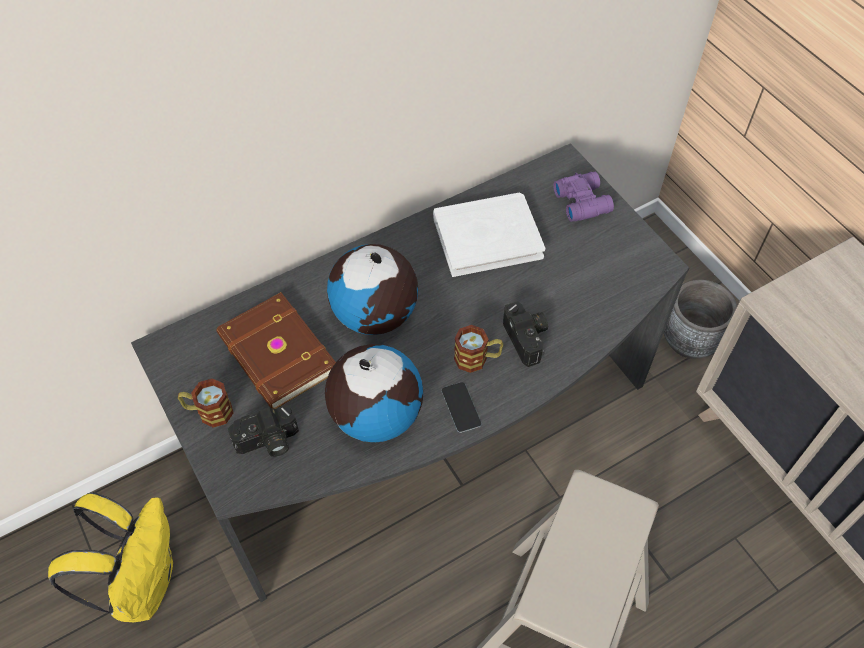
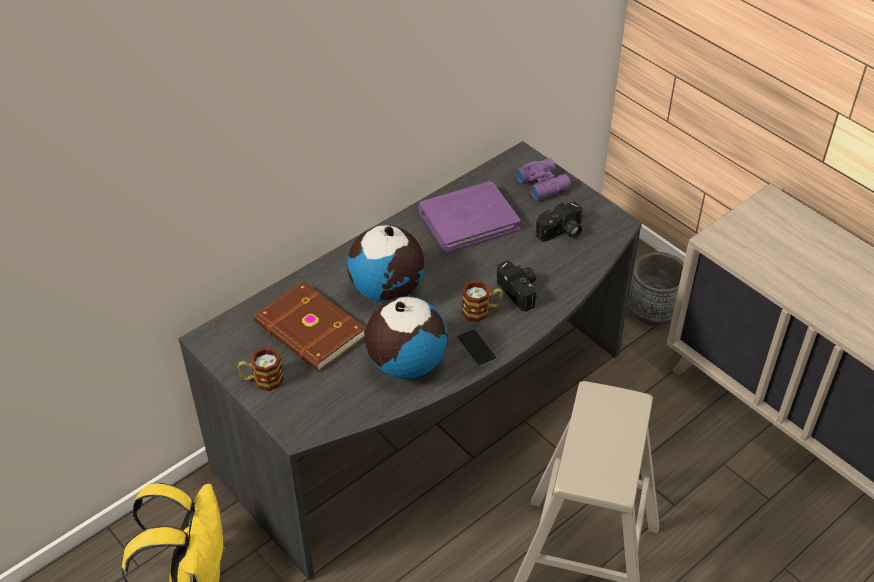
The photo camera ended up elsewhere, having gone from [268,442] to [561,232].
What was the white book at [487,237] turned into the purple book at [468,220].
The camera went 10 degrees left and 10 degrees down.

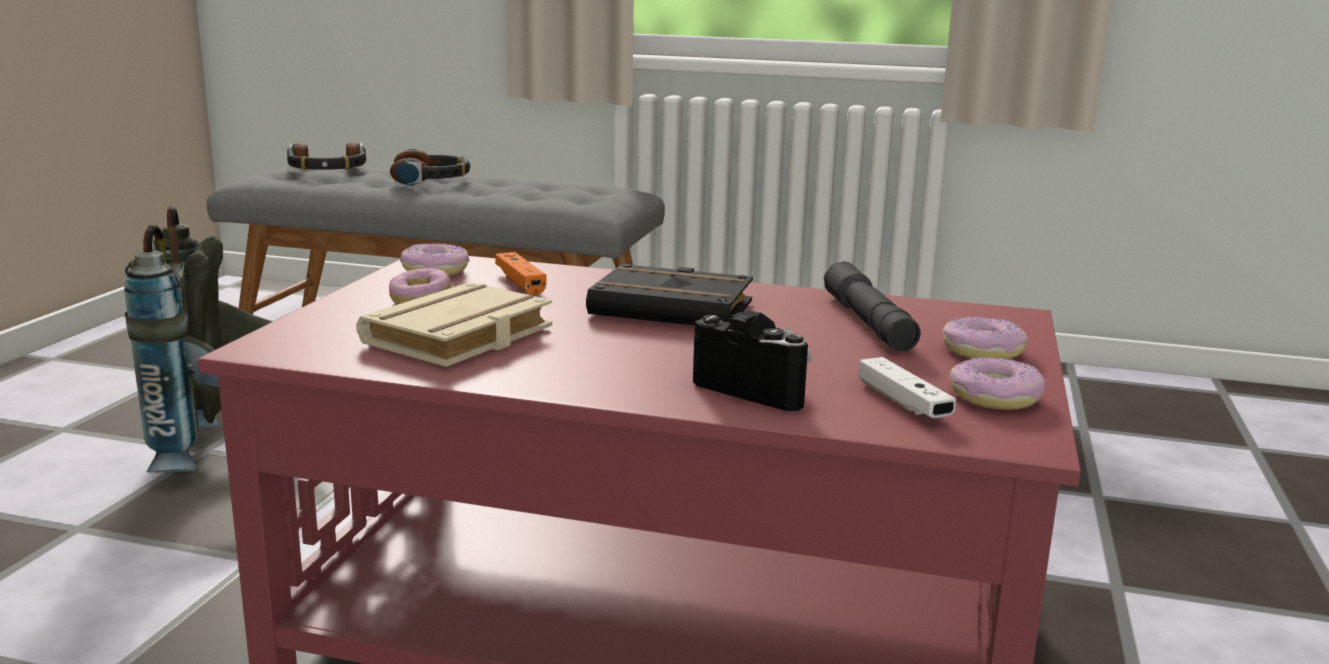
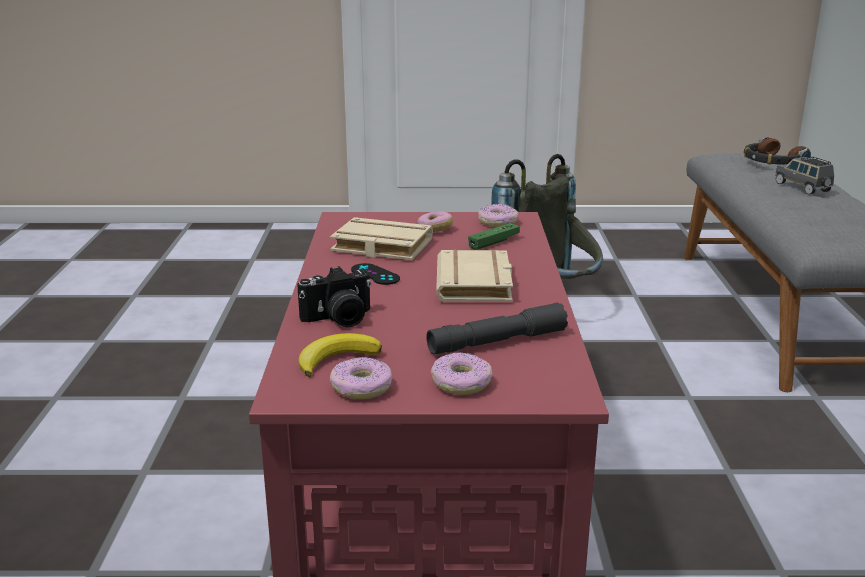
The second view gained the black game controller at [375,274].
Where the headphones stood at [431,179], the grey toy car came to stand at [802,187].
Where the white game controller stood at [903,403], the banana came to stand at [336,359].
What was the orange game controller at [520,282] turned into the green game controller at [494,242].
What was the black book at [676,309] turned into the beige book at [477,285].
The photo camera at [758,389] ended up facing another way, 45 degrees clockwise from before.
The camera went 75 degrees right and 5 degrees up.

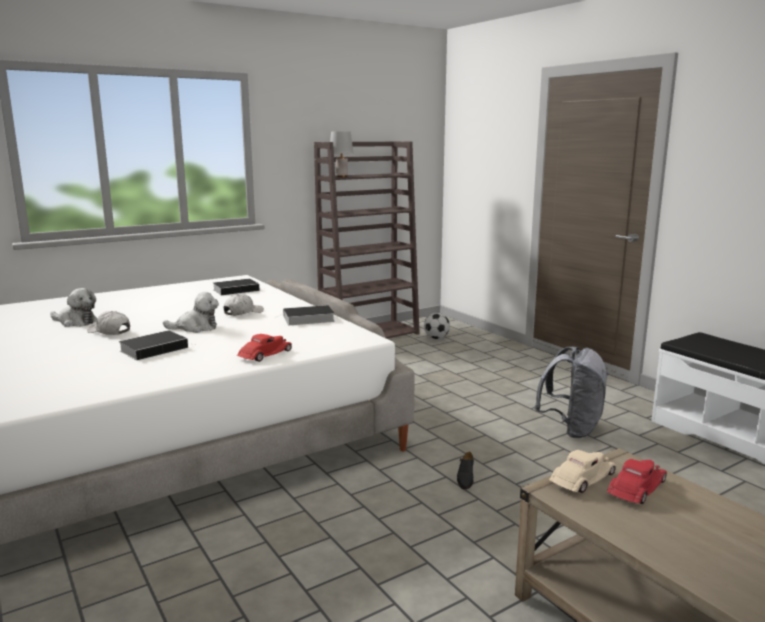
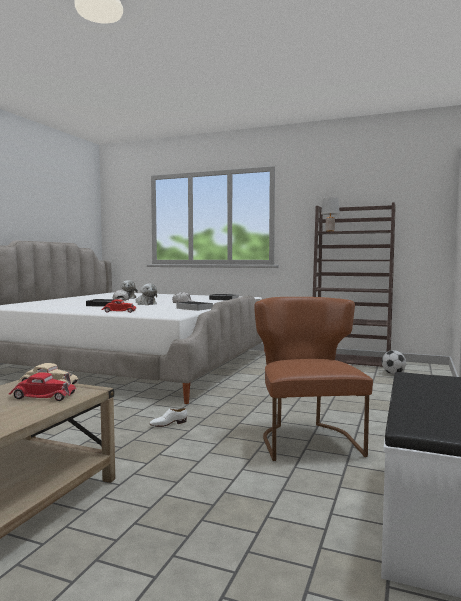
Where the grey backpack stood at [571,429], the brown chair came to stand at [307,438].
What was the black shoe at [465,478] turned into the white shoe at [168,424].
The camera went 55 degrees right and 10 degrees down.

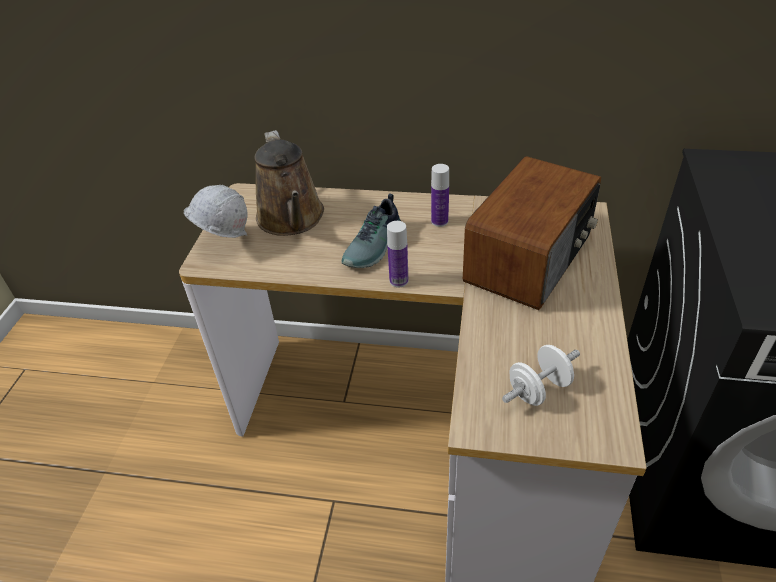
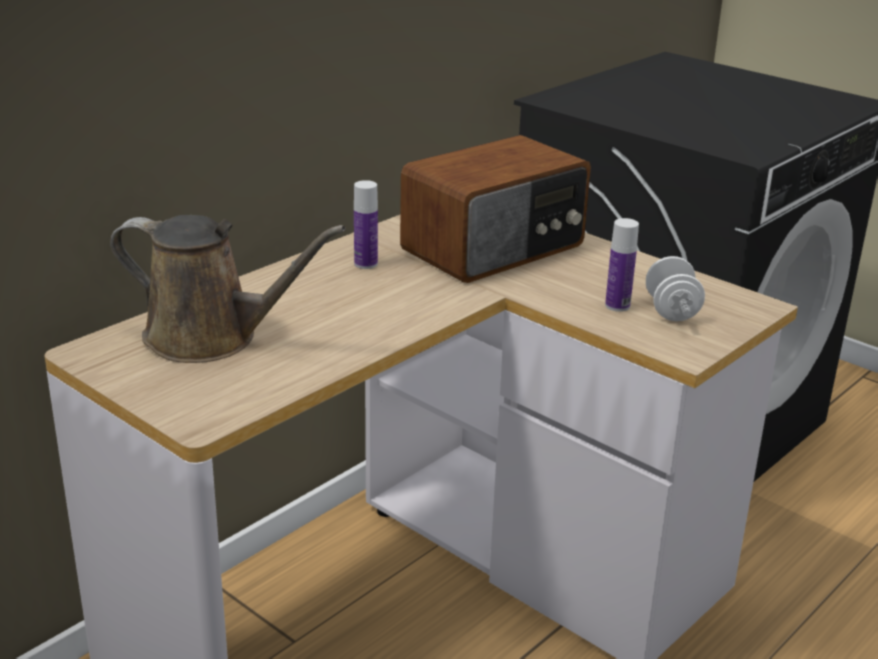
The second view lost the white hard hat at [224,243].
The second view lost the shoe at [375,246].
The bottle ended up elsewhere, having gone from [399,281] to [617,306].
The radio at [530,259] ended up facing another way, 75 degrees clockwise from before.
The camera went 60 degrees left and 15 degrees down.

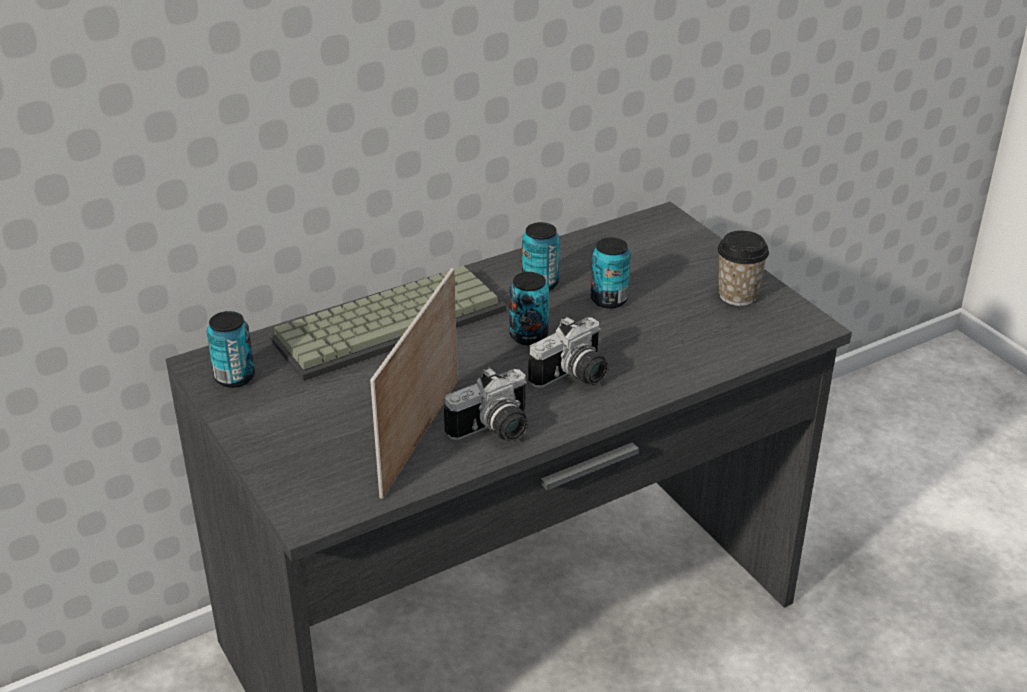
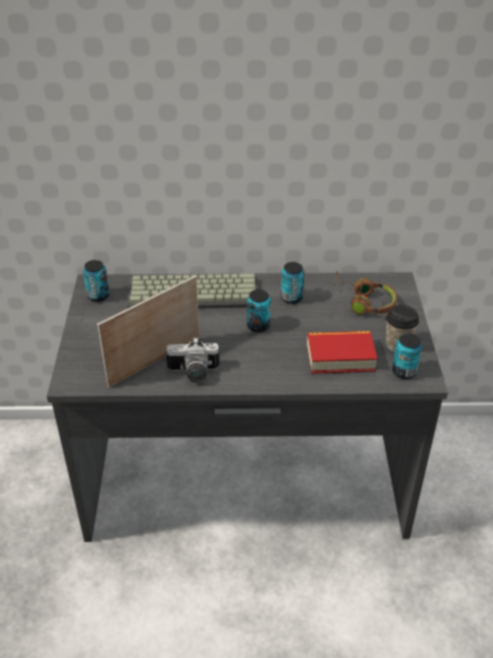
The second view lost the photo camera at [574,377].
The second view gained the book at [340,357].
The second view gained the brown headphones at [363,301].
The can ended up elsewhere, having gone from [609,299] to [404,371].
The camera went 30 degrees right and 5 degrees up.

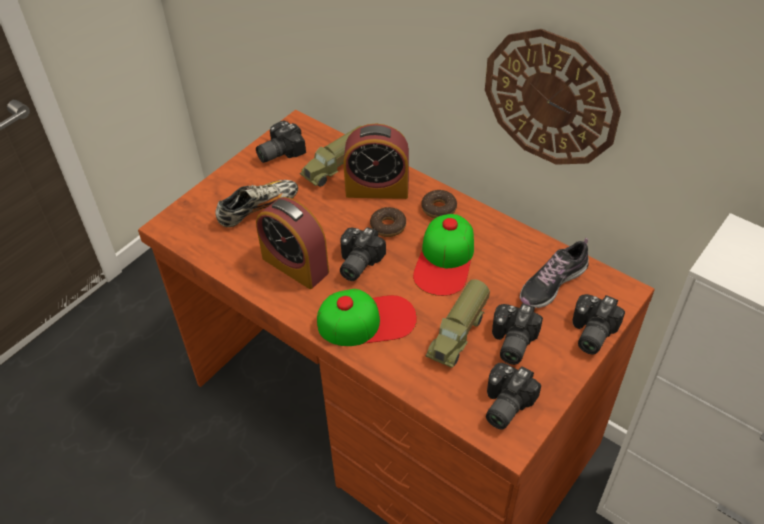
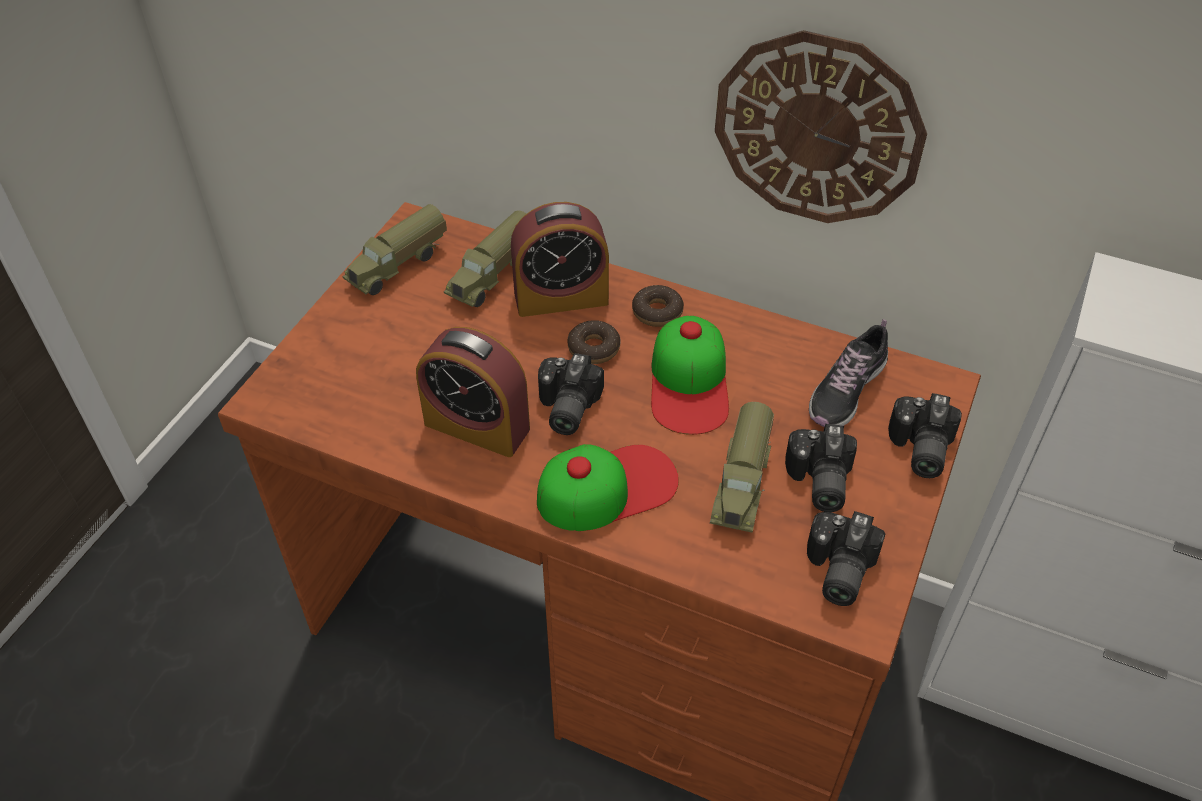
The second view lost the shoe at [258,210].
Where the photo camera stood at [278,152], the toy truck came to stand at [399,266].
The camera went 15 degrees left and 0 degrees up.

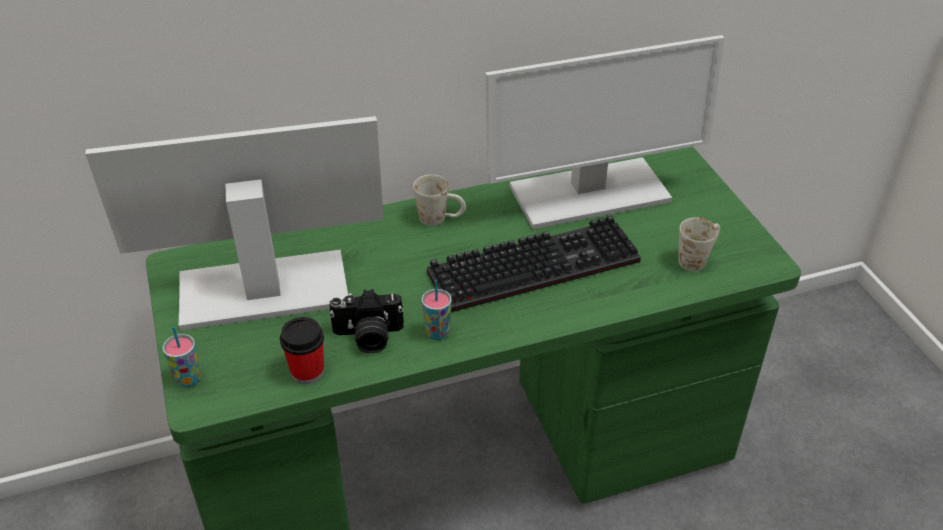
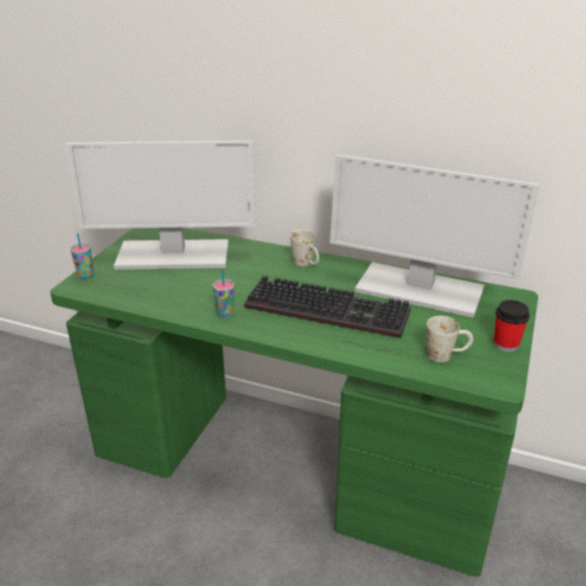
The second view lost the photo camera at [368,337].
The cup ended up elsewhere, having gone from [307,372] to [506,344].
The monitor at [265,290] ended up facing another way, 150 degrees clockwise from before.
The camera went 40 degrees right and 10 degrees down.

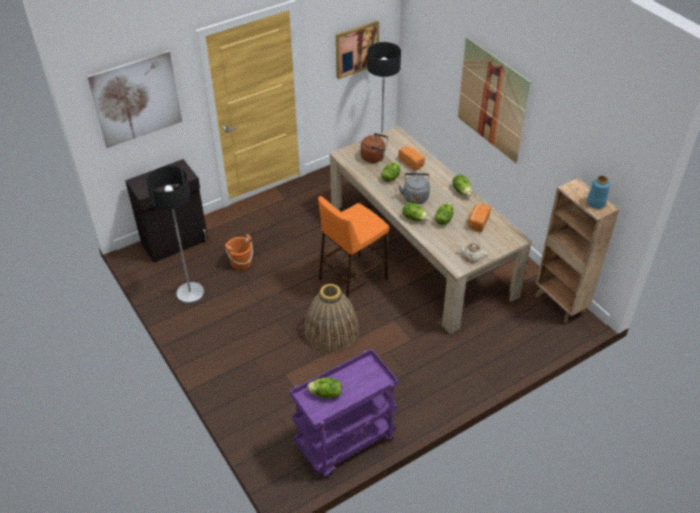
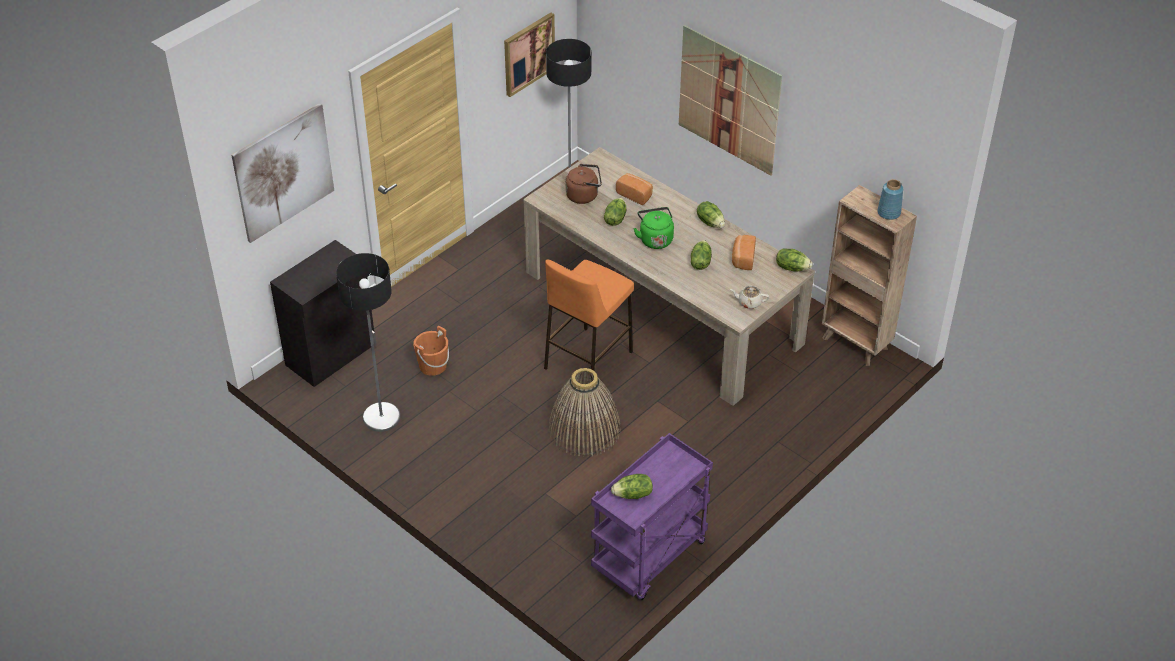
The lettuce ended up elsewhere, having gone from [414,218] to [792,267].
What was the grey kettle at [415,196] turned into the green kettle at [655,239].
The camera went 15 degrees left and 0 degrees up.

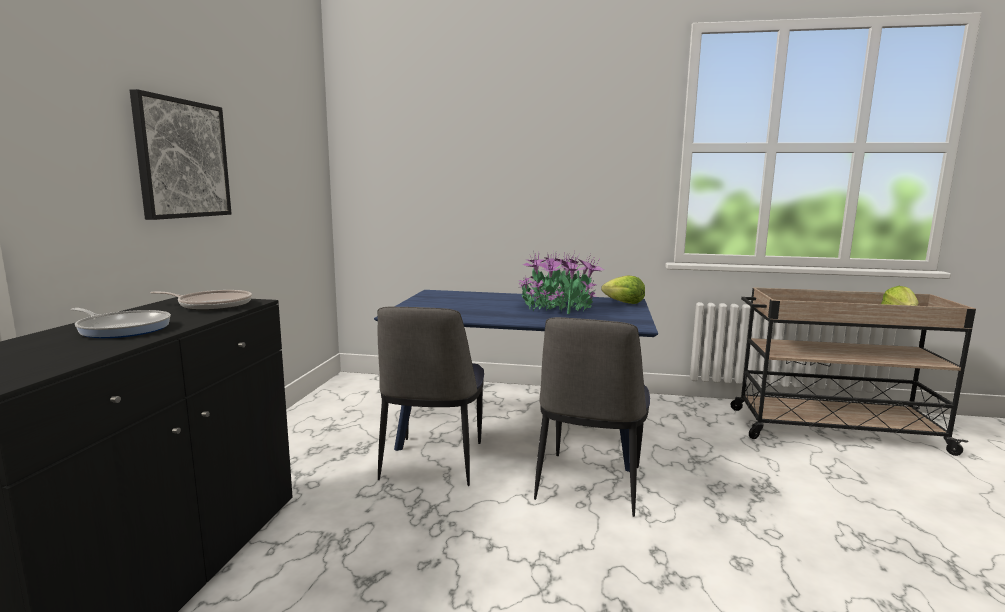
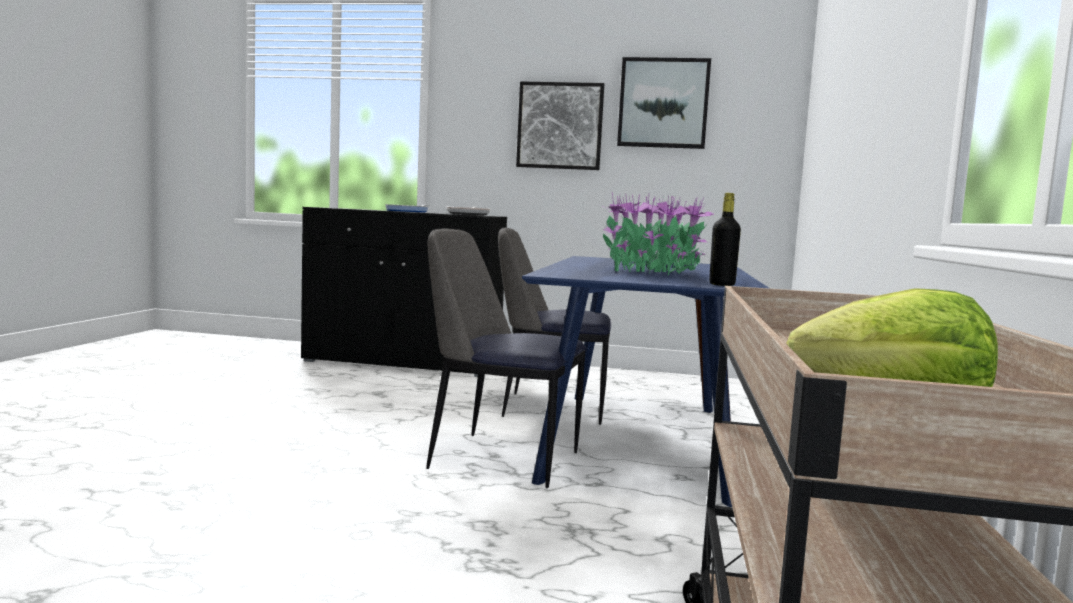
The second view gained the picture at [663,103].
Where the lettuce stood at [624,302], the black bottle came to stand at [722,284].
The camera went 90 degrees right and 5 degrees down.

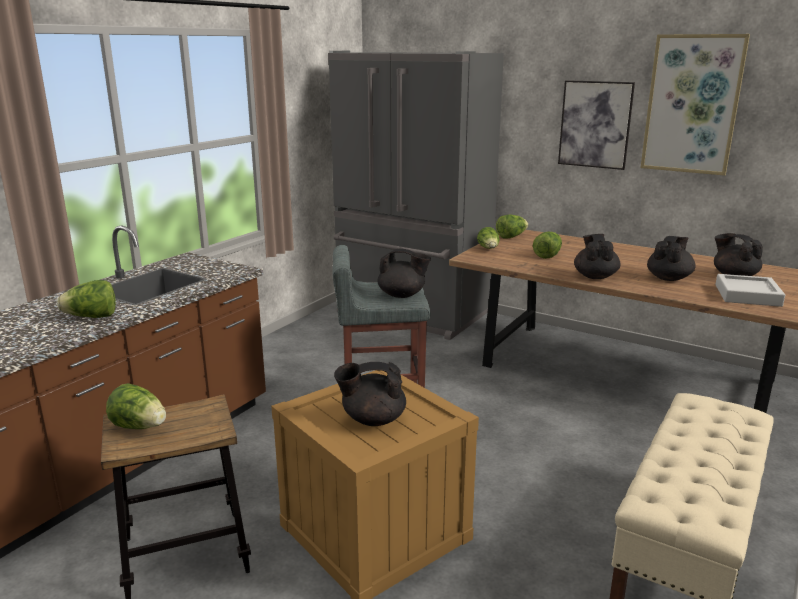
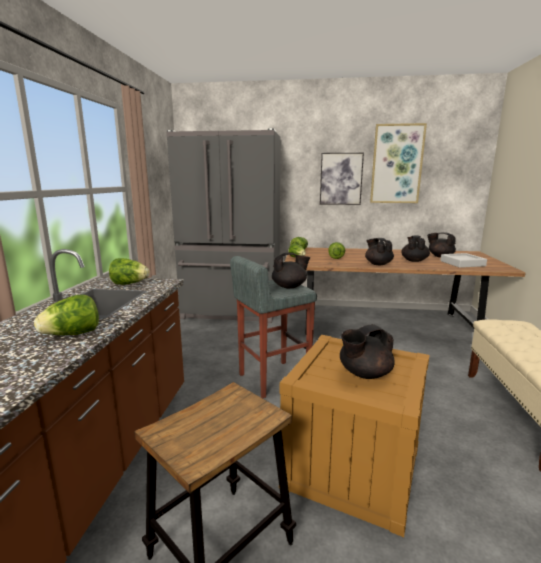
The lettuce ended up elsewhere, having gone from [140,427] to [129,284].
The camera went 25 degrees left and 5 degrees down.

